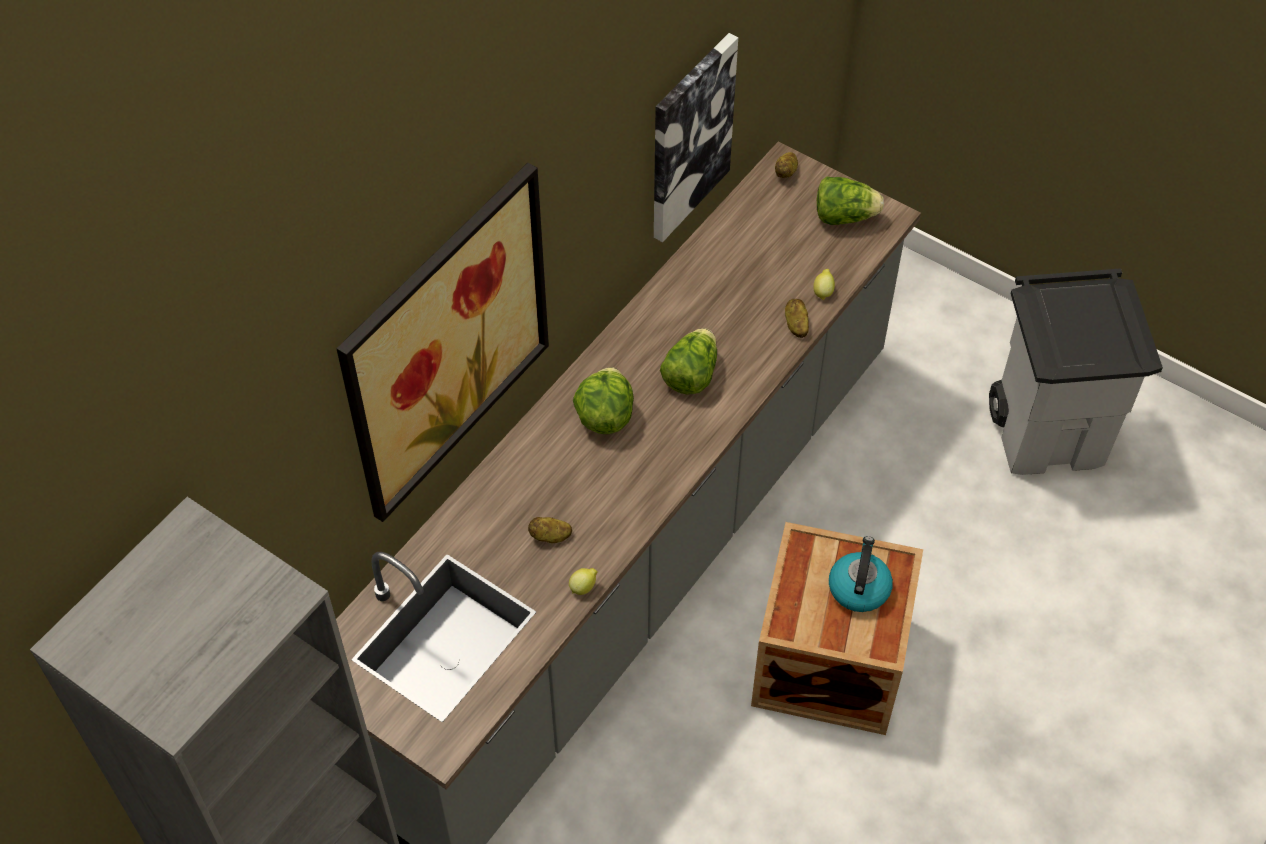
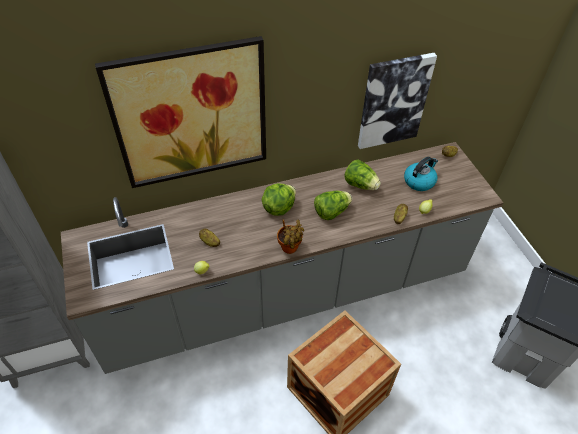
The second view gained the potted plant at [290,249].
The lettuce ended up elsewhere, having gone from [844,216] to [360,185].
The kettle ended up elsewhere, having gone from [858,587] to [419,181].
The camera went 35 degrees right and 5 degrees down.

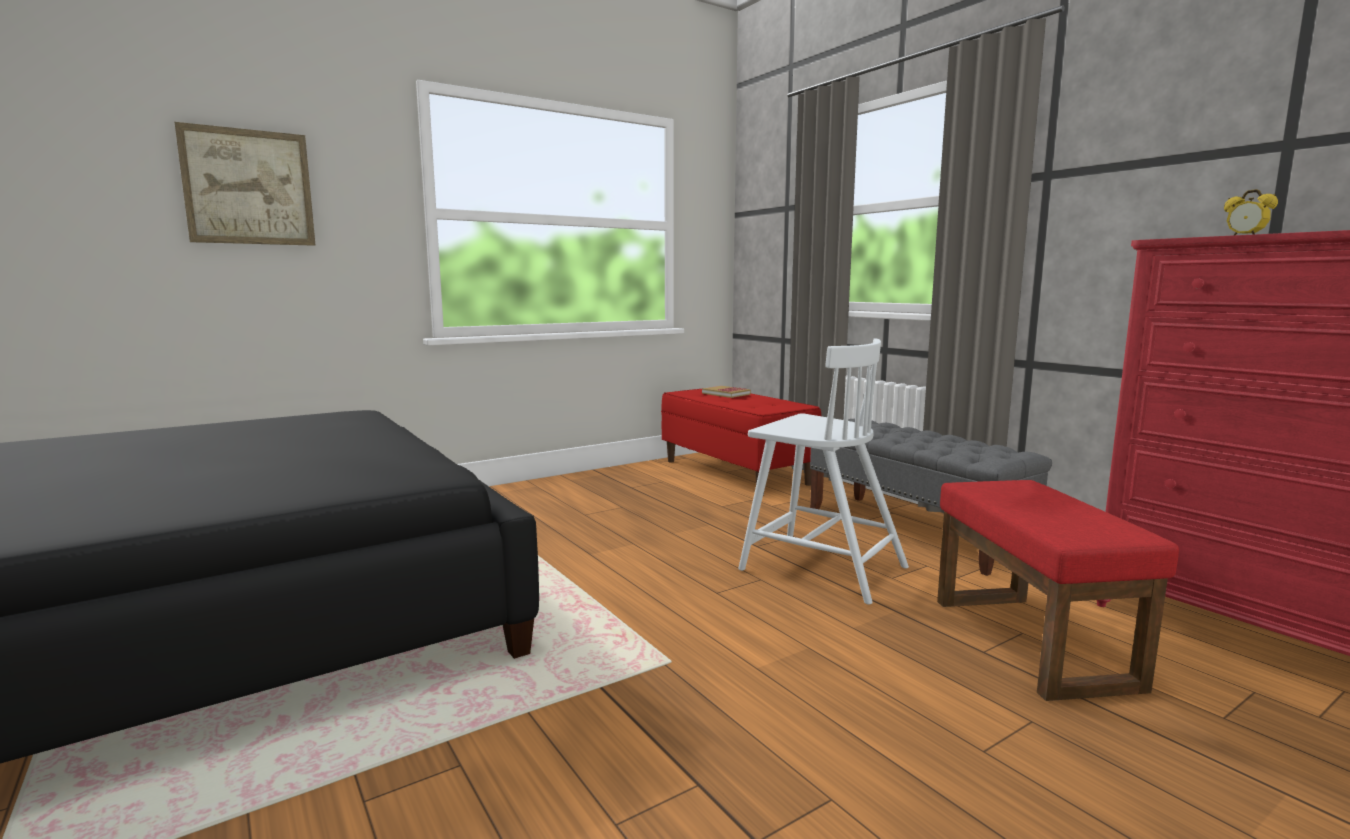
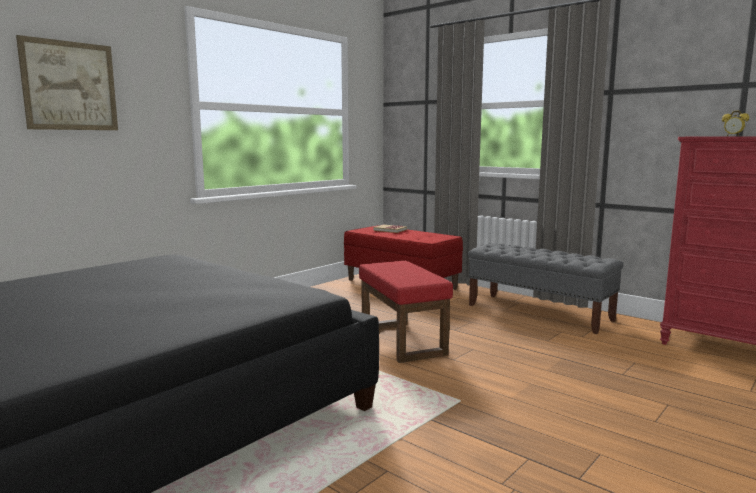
The second view lost the white chair at [820,567].
The red ottoman ended up elsewhere, having gone from [1034,642] to [403,341].
The camera went 15 degrees left and 0 degrees up.

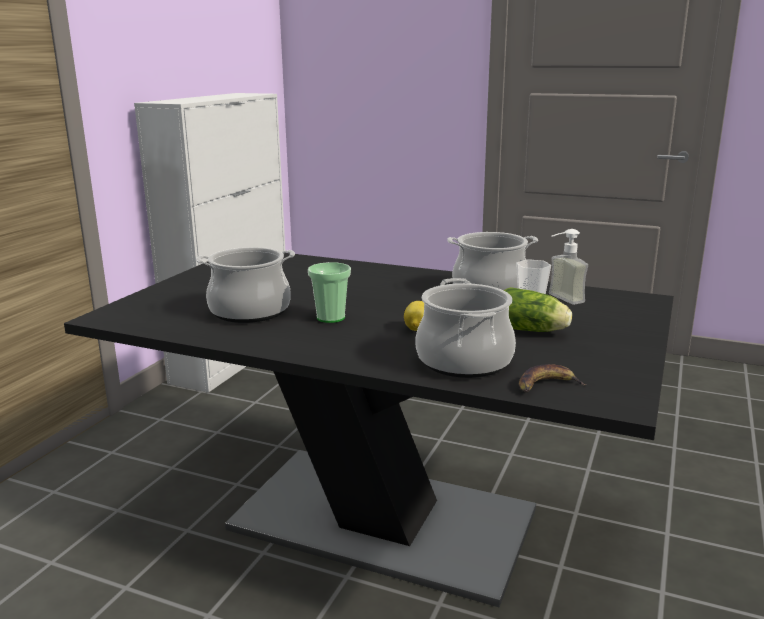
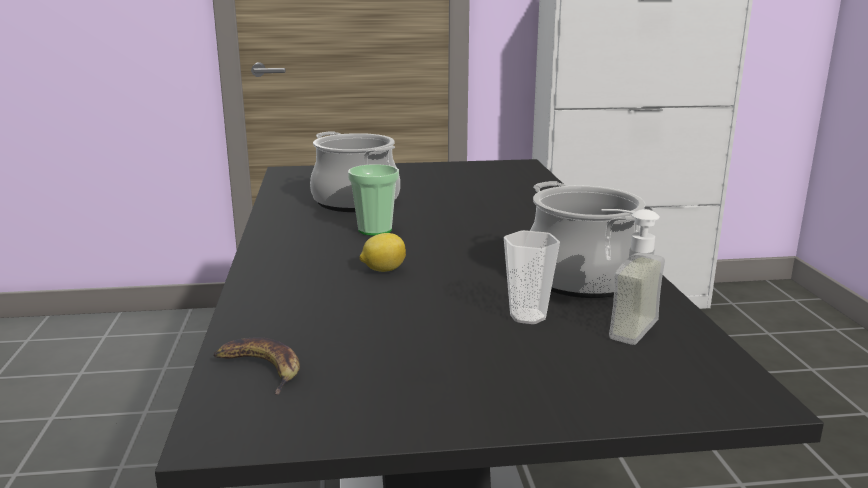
The second view lost the cooking pot at [465,361].
The second view lost the lettuce at [532,330].
The camera went 60 degrees right and 0 degrees up.

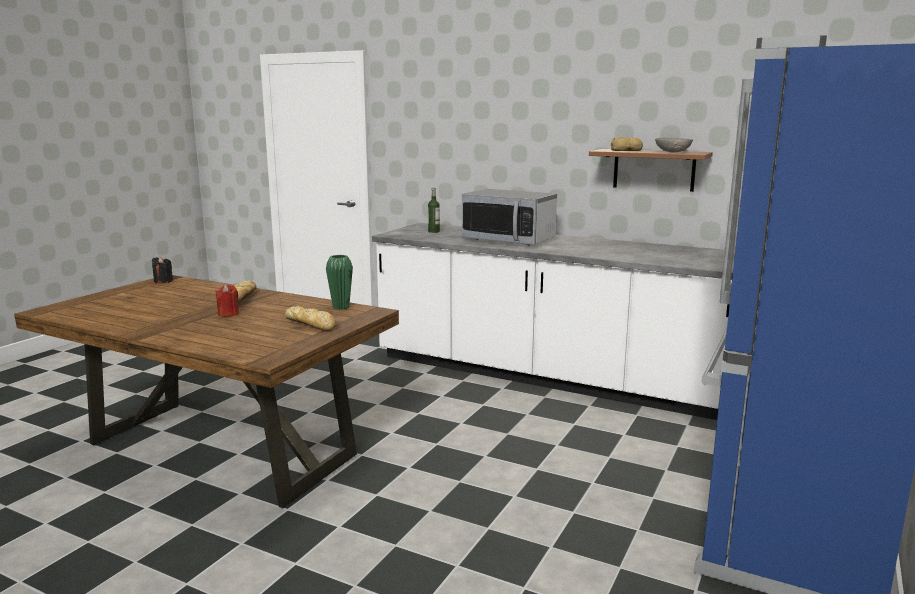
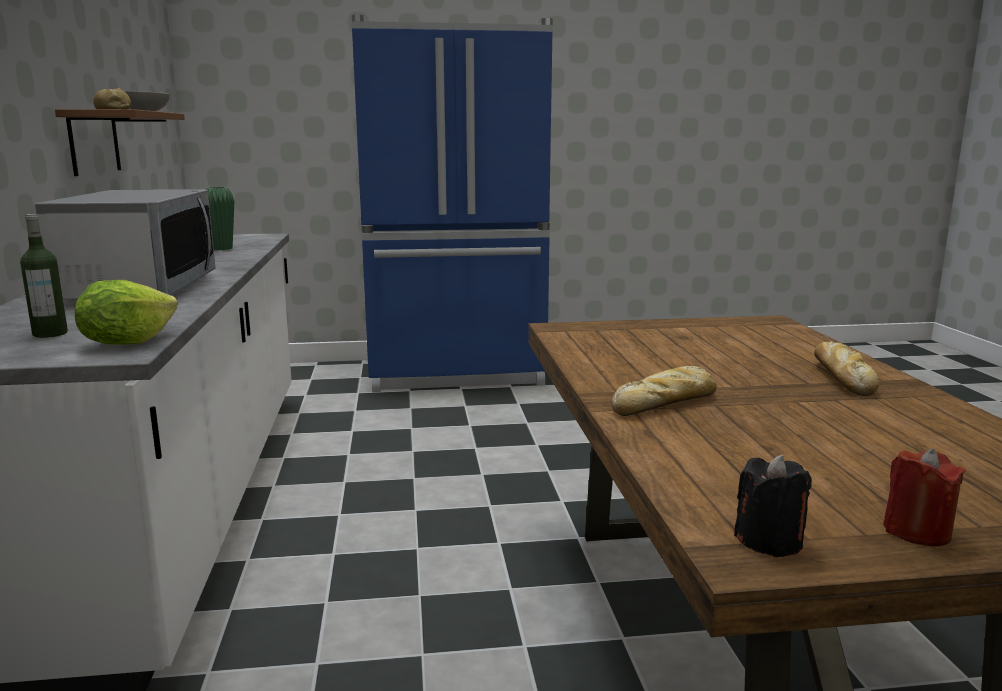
The second view gained the lettuce at [127,342].
The red candle ended up elsewhere, having gone from [228,314] to [916,531].
The bread ended up elsewhere, having gone from [311,324] to [842,377].
The green vase ended up elsewhere, having gone from [341,307] to [222,248].
The camera went 125 degrees left and 0 degrees up.

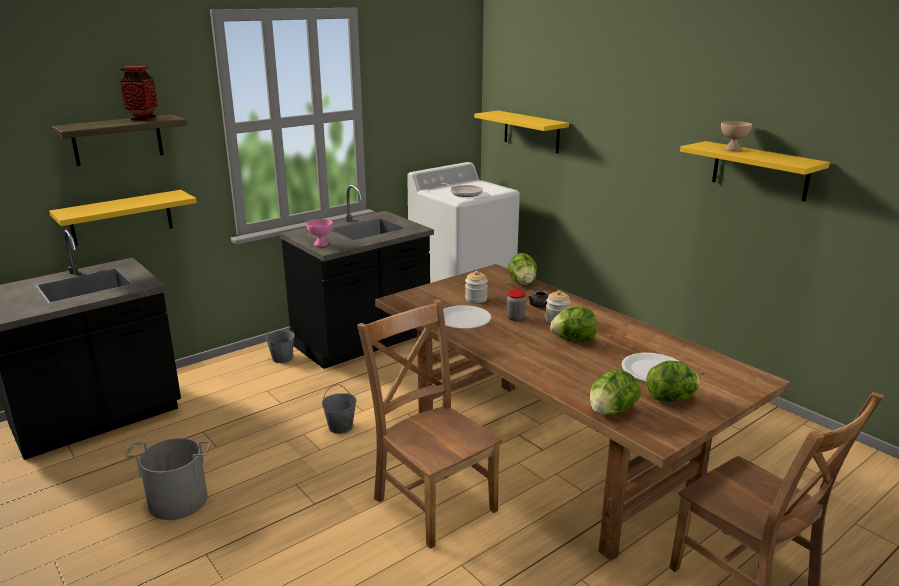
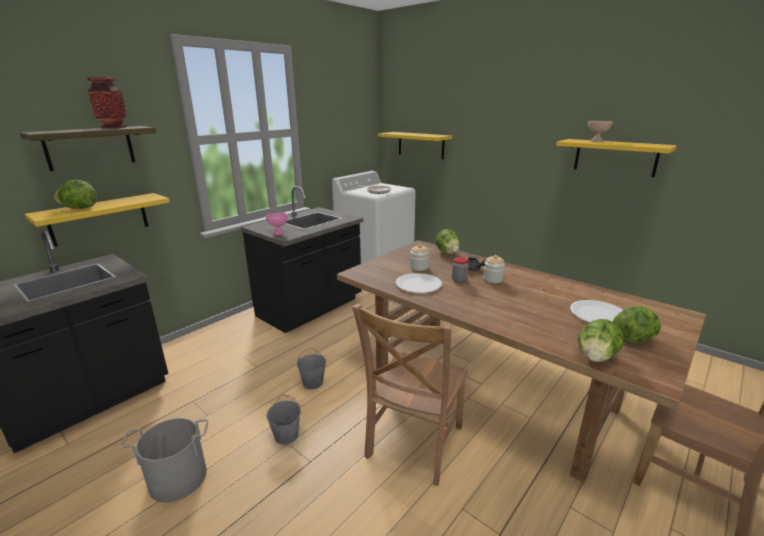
The grey bucket ended up elsewhere, having gone from [282,358] to [286,435].
The lettuce ended up elsewhere, having gone from [573,340] to [79,208].
The brown chair at [432,501] ended up facing another way, 105 degrees counterclockwise from before.
The camera went 10 degrees left and 0 degrees up.

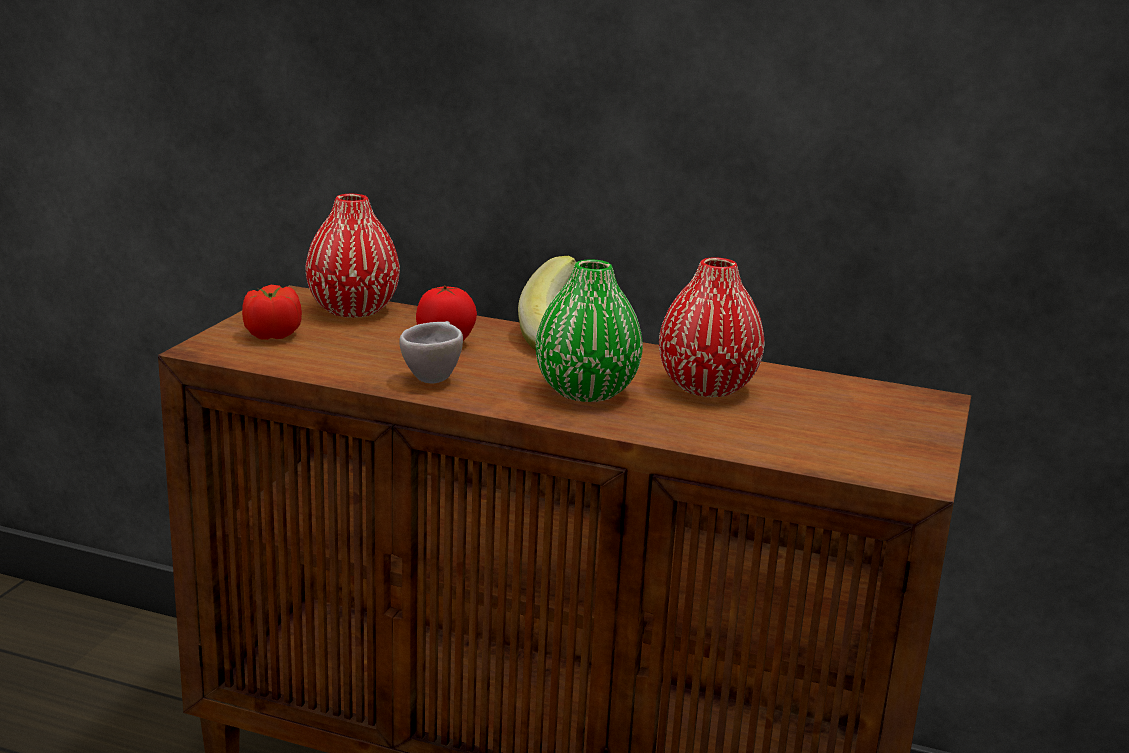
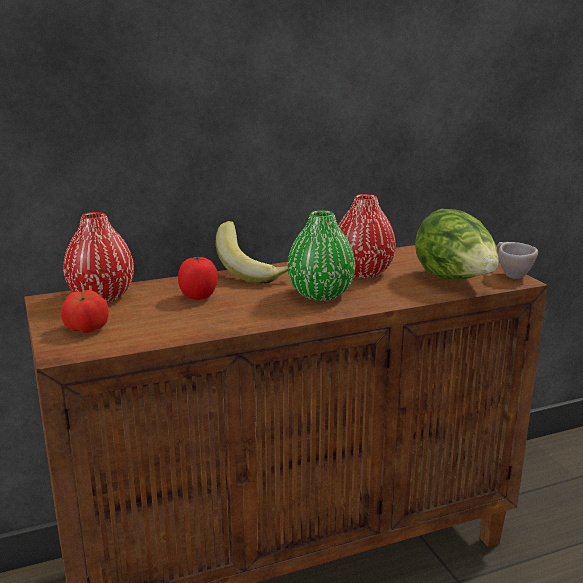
The second view gained the lettuce at [455,280].
The beige cup ended up elsewhere, having gone from [433,376] to [510,275].
The camera went 40 degrees left and 0 degrees up.

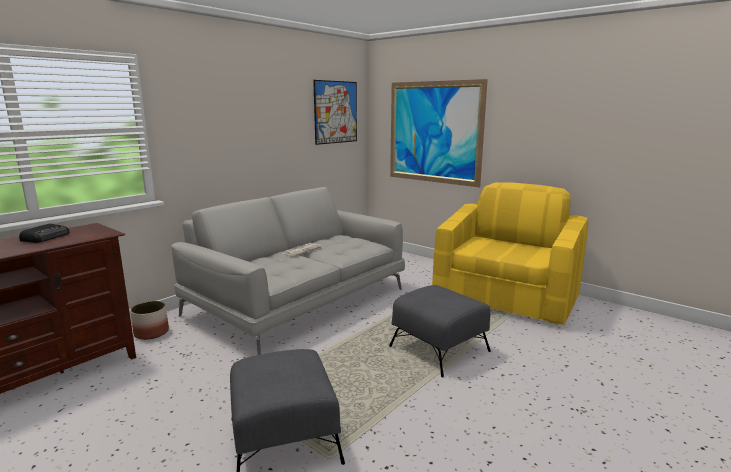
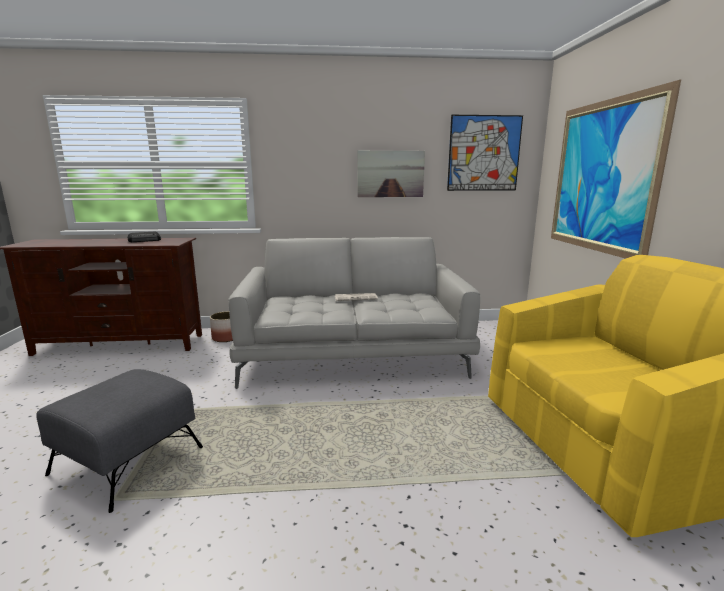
The second view lost the grey ottoman at [439,349].
The second view gained the picture at [390,174].
The camera went 45 degrees right and 0 degrees up.

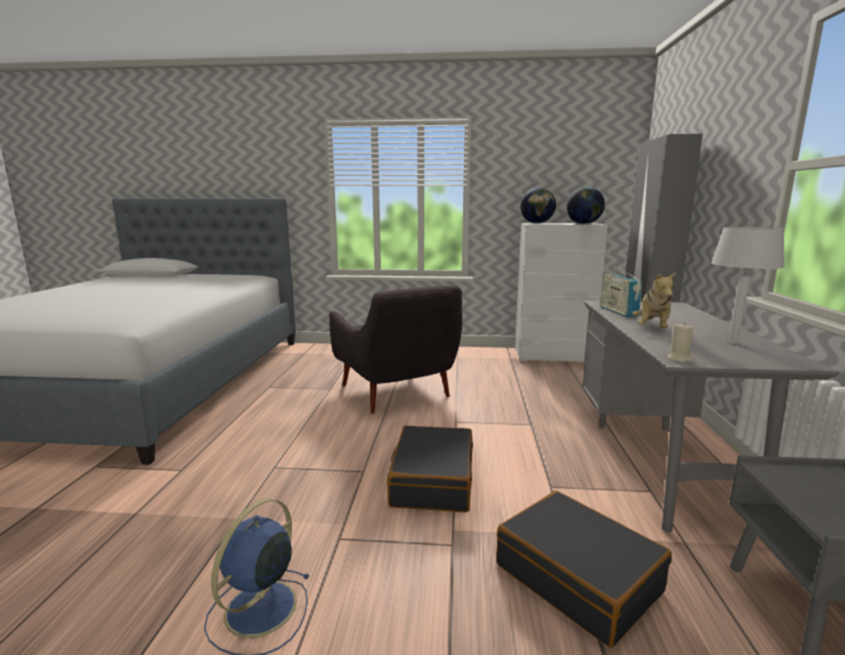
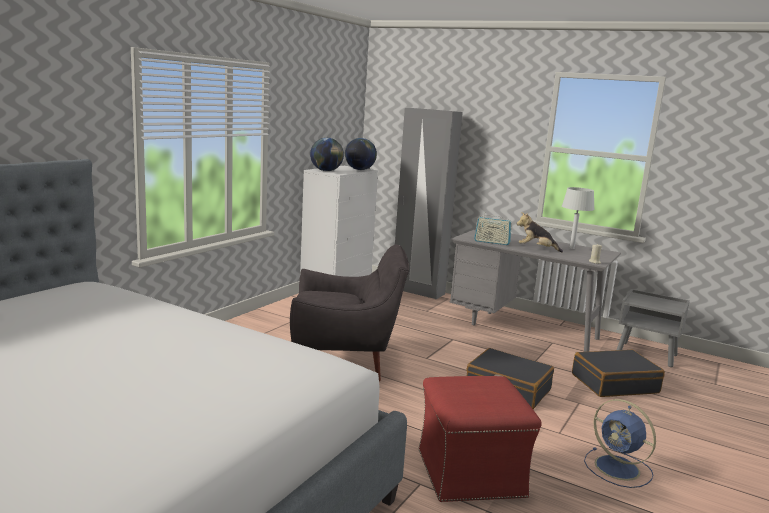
The second view gained the red ottoman at [471,474].
The plush toy at [652,328] ended up facing another way, 150 degrees clockwise from before.
The camera went 65 degrees left and 0 degrees up.

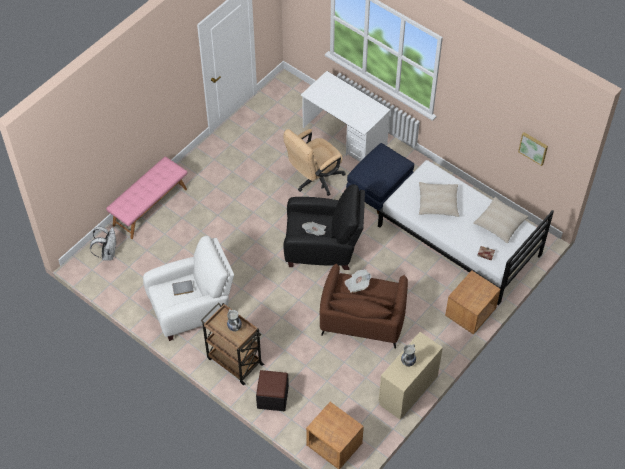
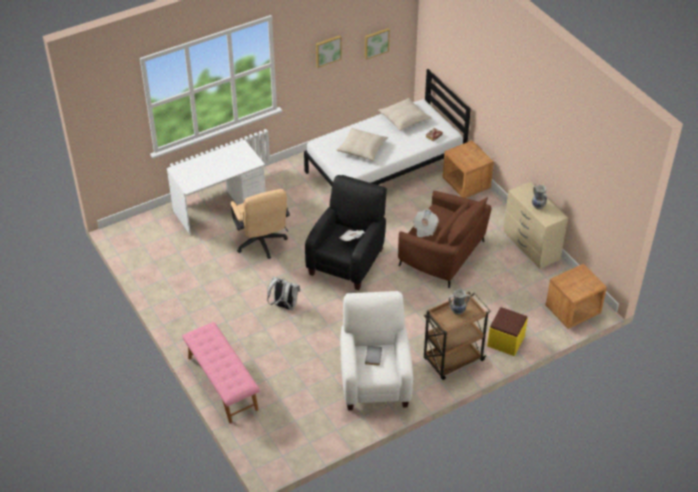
The second view lost the blue ottoman at [379,190].
The second view gained the picture at [328,50].
The white backpack ended up elsewhere, having gone from [108,253] to [284,306].
What was the black ottoman at [272,397] turned into the yellow ottoman at [505,341].
The camera went 70 degrees left and 10 degrees down.

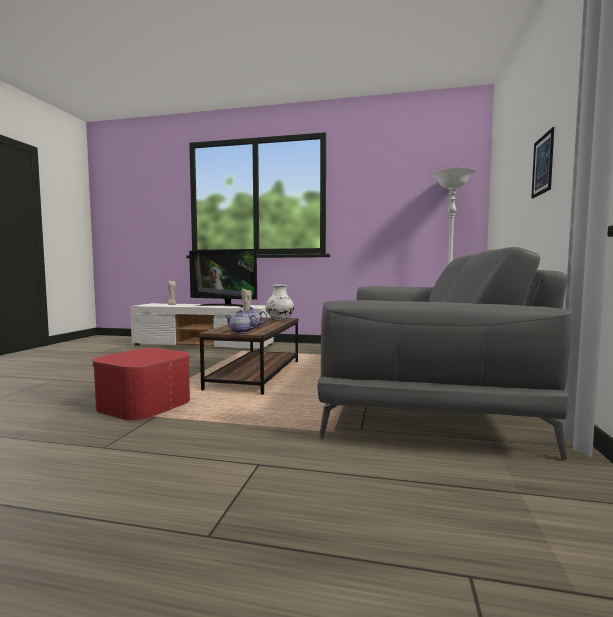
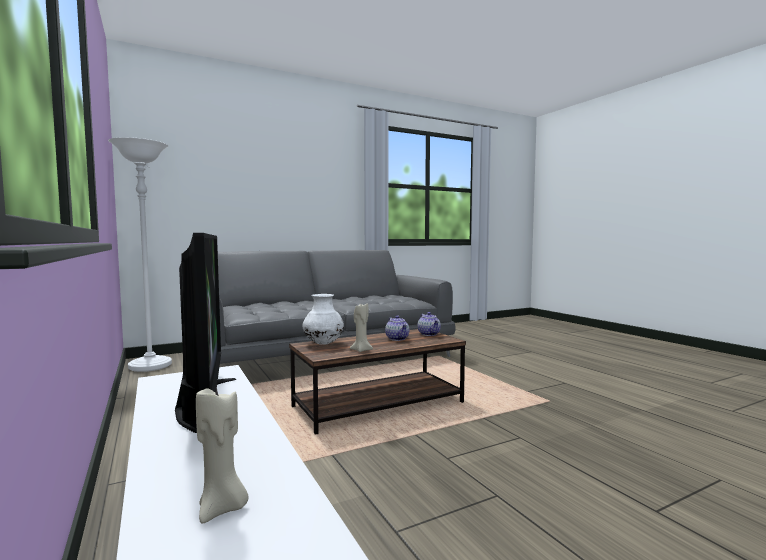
The second view lost the ottoman at [144,404].
The second view lost the picture at [543,165].
The camera went 130 degrees left and 0 degrees up.

